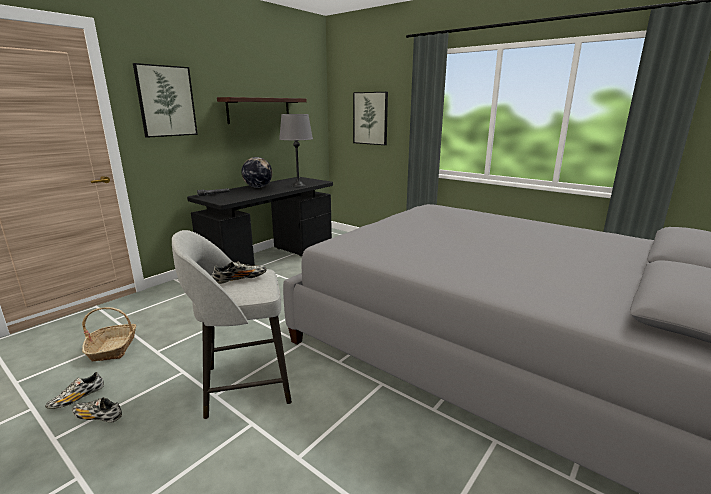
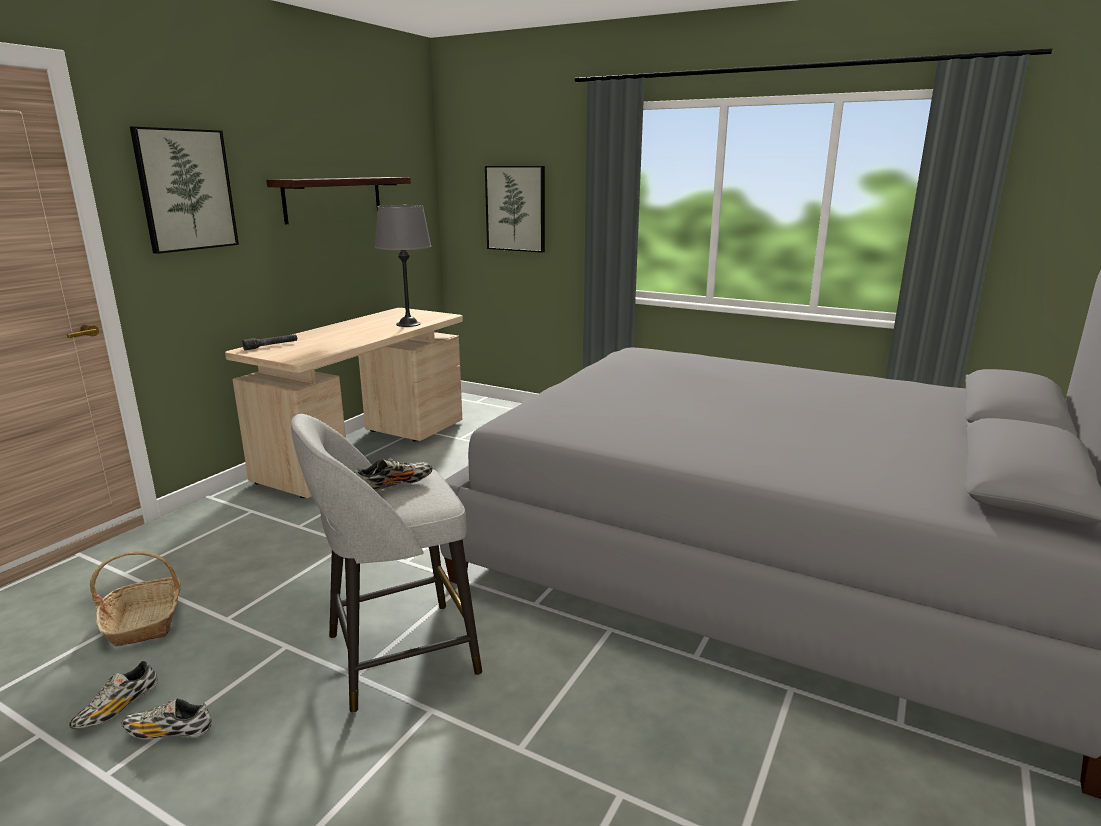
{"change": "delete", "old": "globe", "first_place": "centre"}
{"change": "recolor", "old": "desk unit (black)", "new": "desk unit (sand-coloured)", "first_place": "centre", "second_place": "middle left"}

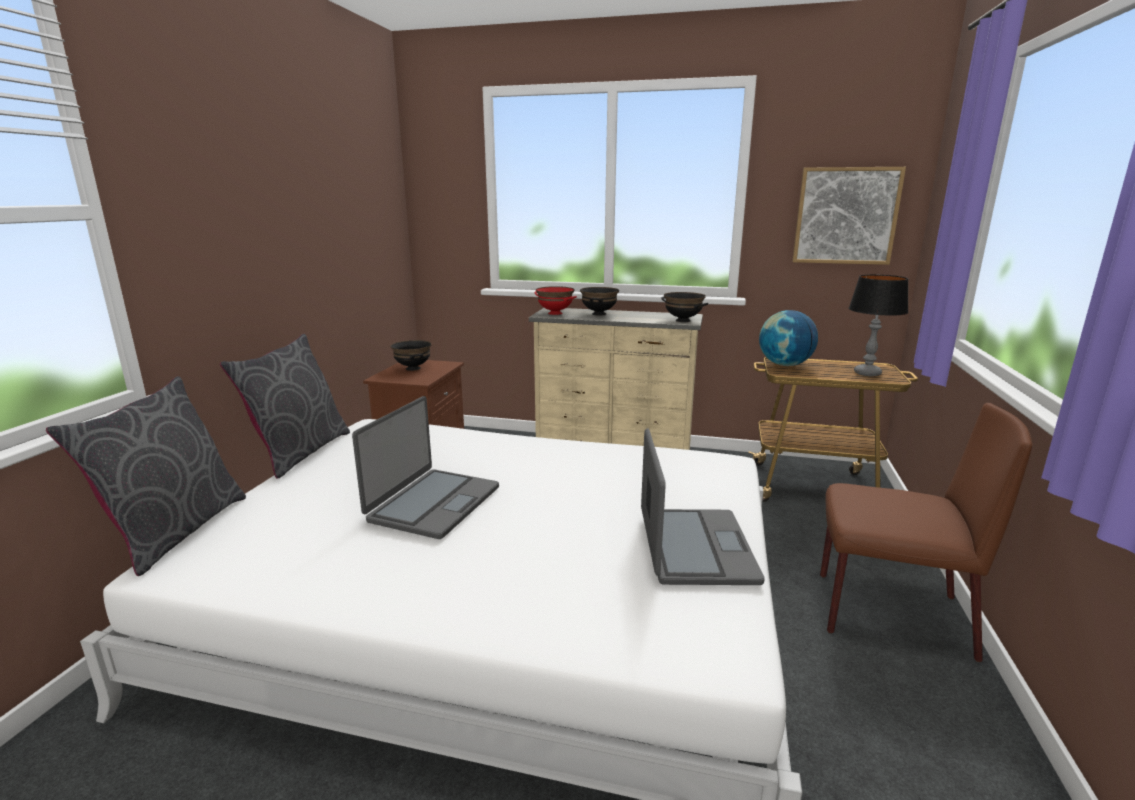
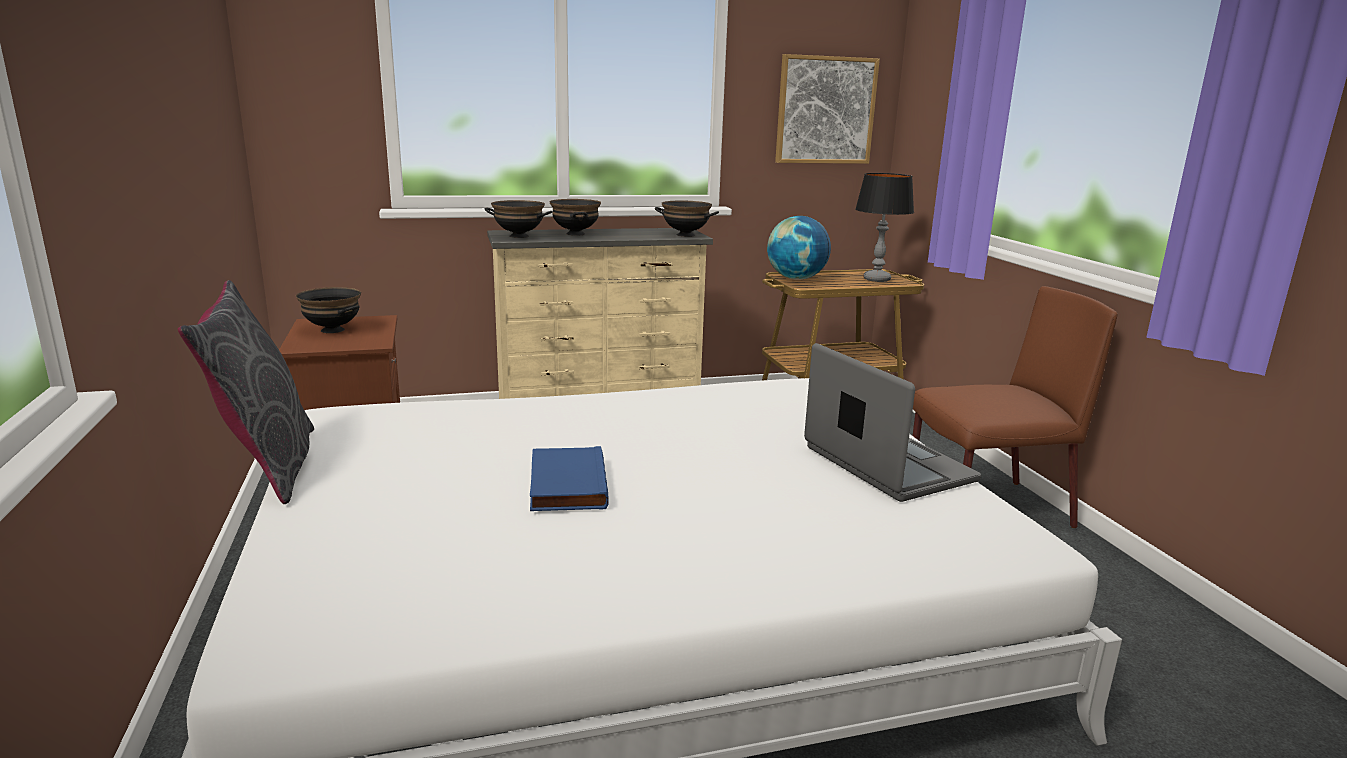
{"change": "delete", "old": "throw pillow (gray) (1st from left)", "first_place": "middle left"}
{"change": "replace", "old": "portable computer (1st from left)", "new": "book (blue-coloured)", "first_place": "centre", "second_place": "centre"}
{"change": "recolor", "old": "deep dish (red-coloured)", "new": "deep dish (black) (2nd from left)", "first_place": "centre", "second_place": "top centre"}

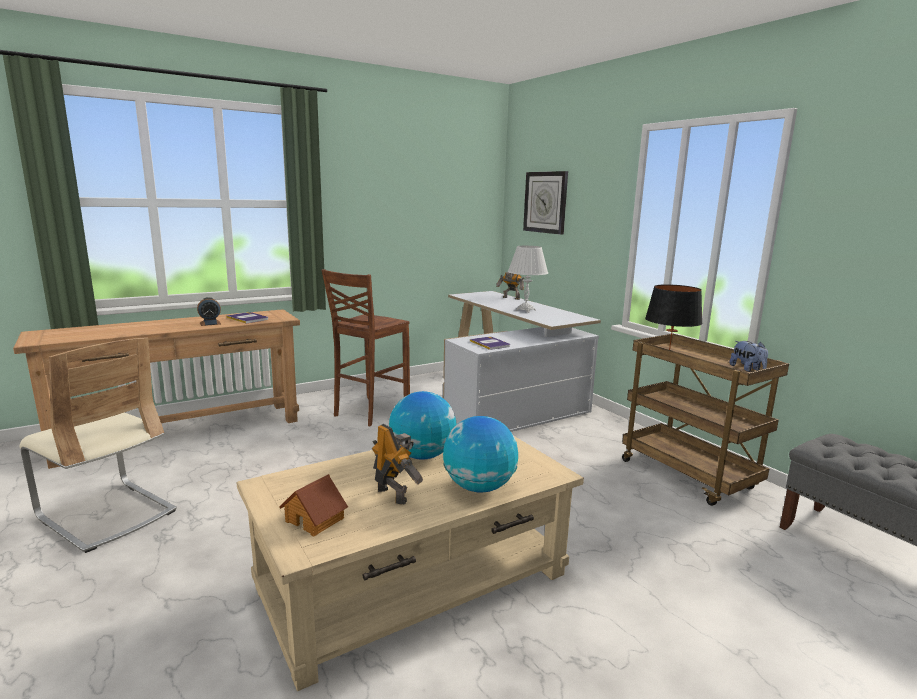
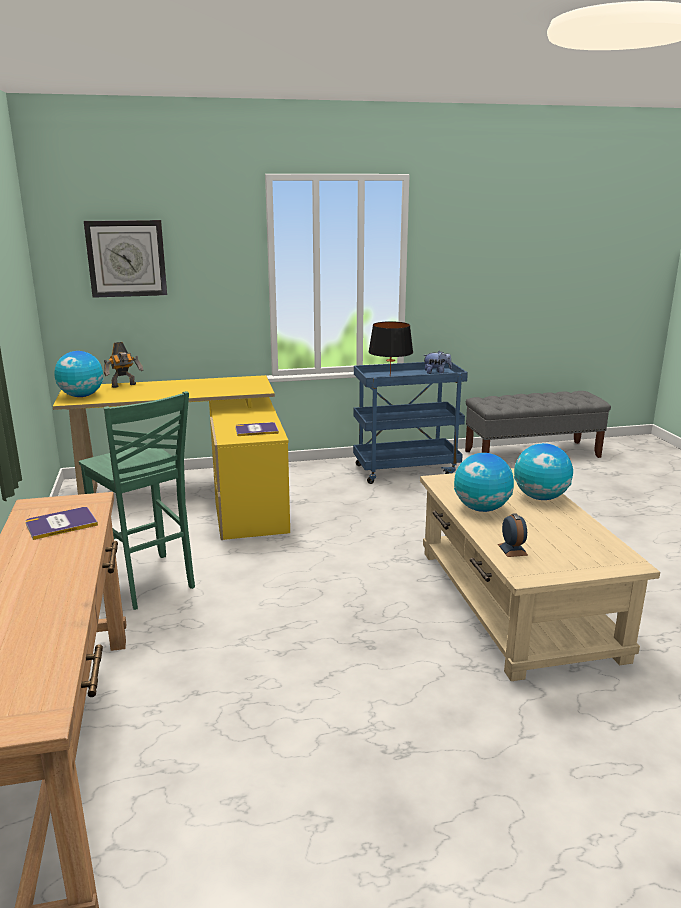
{"change": "delete", "old": "upright chair (sand-coloured)", "first_place": "middle left"}
{"change": "delete", "old": "miniature house", "first_place": "bottom centre"}
{"change": "delete", "old": "robot figure (1st from left)", "first_place": "centre"}
{"change": "delete", "old": "table lamp (white)", "first_place": "centre"}
{"change": "insert", "new": "globe (1st from left)", "second_place": "middle left"}
{"change": "move", "old": "table clock", "first_place": "middle left", "second_place": "middle right"}
{"change": "recolor", "old": "stool seat (brown-coloured)", "new": "stool seat (green)", "first_place": "centre", "second_place": "middle left"}
{"change": "recolor", "old": "desk unit (white)", "new": "desk unit (yellow-coloured)", "first_place": "centre", "second_place": "middle left"}
{"change": "recolor", "old": "cart (brown-coloured)", "new": "cart (blue-coloured)", "first_place": "middle right", "second_place": "centre"}

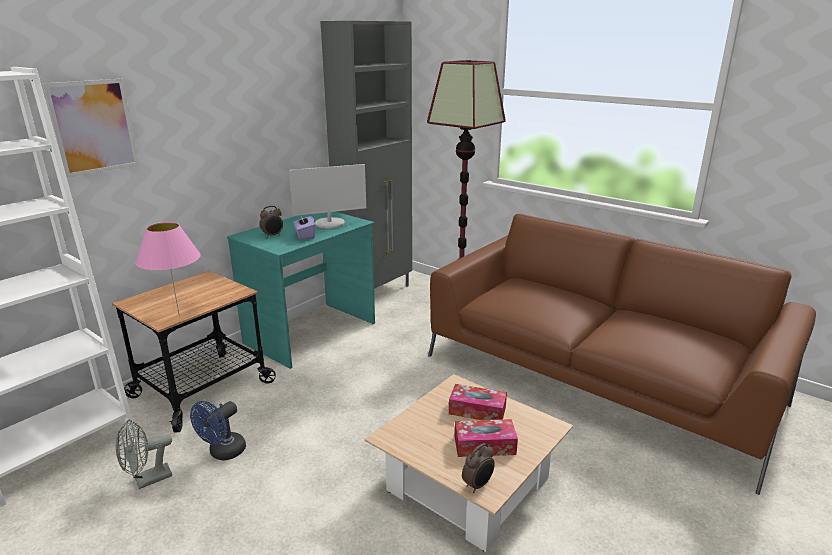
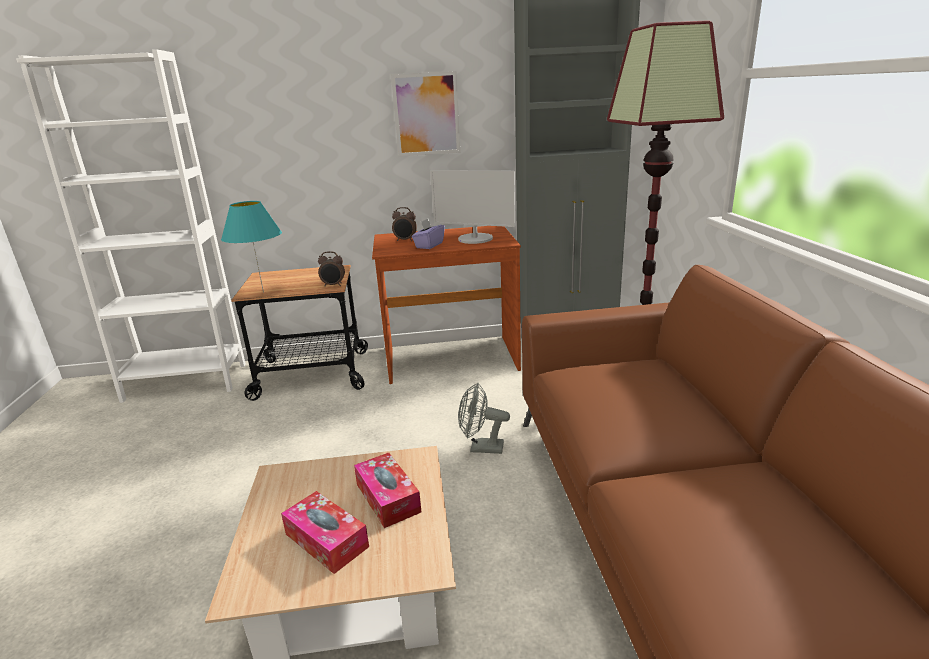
{"change": "delete", "old": "cooling fan (blue-coloured)", "first_place": "bottom left"}
{"change": "move", "old": "wall picture", "first_place": "top left", "second_place": "top centre"}
{"change": "move", "old": "cooling fan (gray)", "first_place": "bottom left", "second_place": "centre"}
{"change": "move", "old": "table clock (2nd from left in the first image)", "new": "table clock (1st from left)", "first_place": "bottom centre", "second_place": "centre"}
{"change": "recolor", "old": "table lamp (pink)", "new": "table lamp (turquoise-coloured)", "first_place": "middle left", "second_place": "middle left"}
{"change": "recolor", "old": "desk unit (turquoise-coloured)", "new": "desk unit (brown-coloured)", "first_place": "centre", "second_place": "centre"}

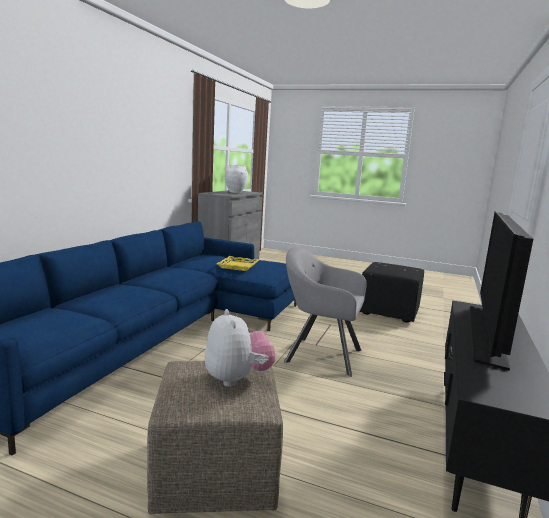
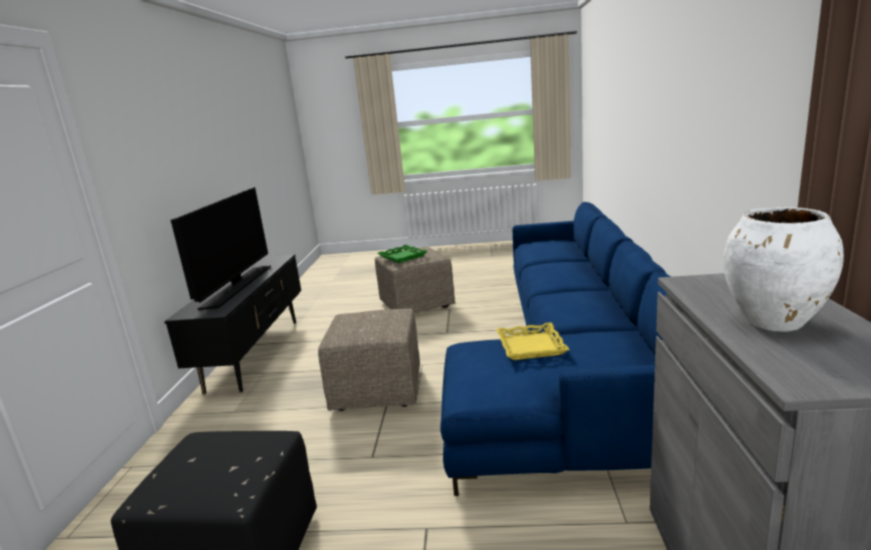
{"change": "replace", "old": "cuddly toy", "new": "tray (green)", "first_place": "bottom centre", "second_place": "centre"}
{"change": "replace", "old": "armchair (gray)", "new": "ottoman (sand-coloured) (1st from left)", "first_place": "centre", "second_place": "centre"}

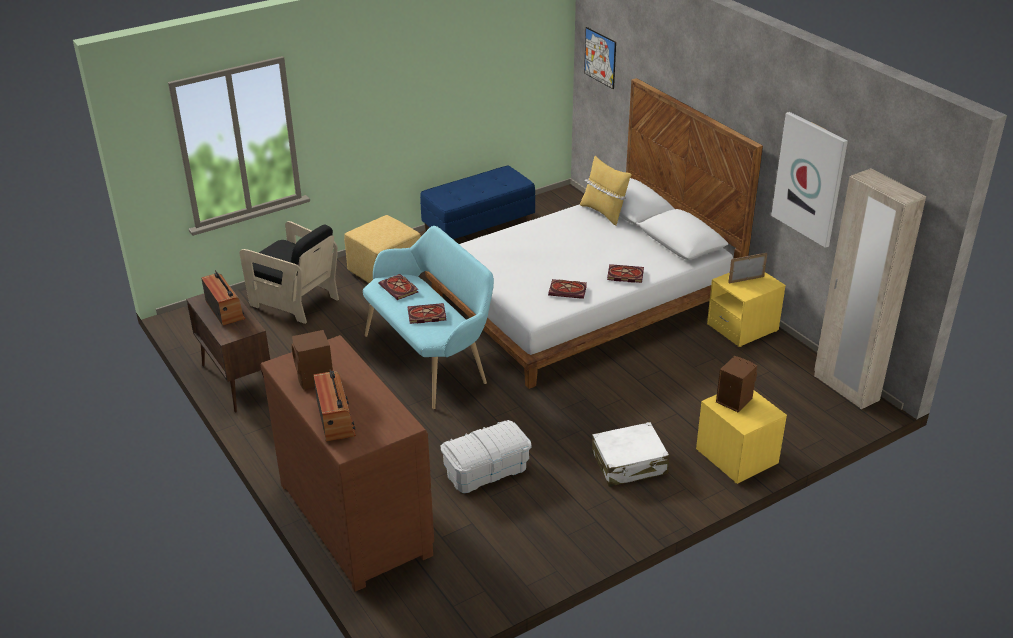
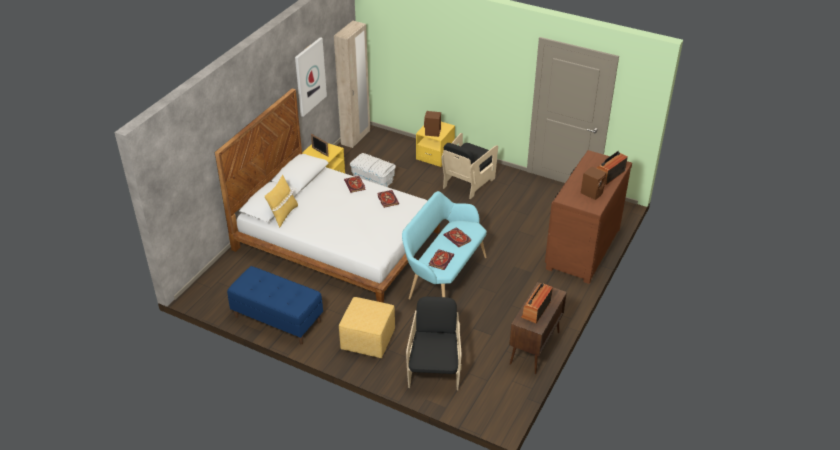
{"change": "delete", "old": "wall picture (1st from left)", "first_place": "top centre"}
{"change": "move", "old": "storage box (white)", "first_place": "bottom centre", "second_place": "centre"}
{"change": "replace", "old": "suitcase (white)", "new": "armchair (black) (2nd from left)", "first_place": "bottom centre", "second_place": "centre"}

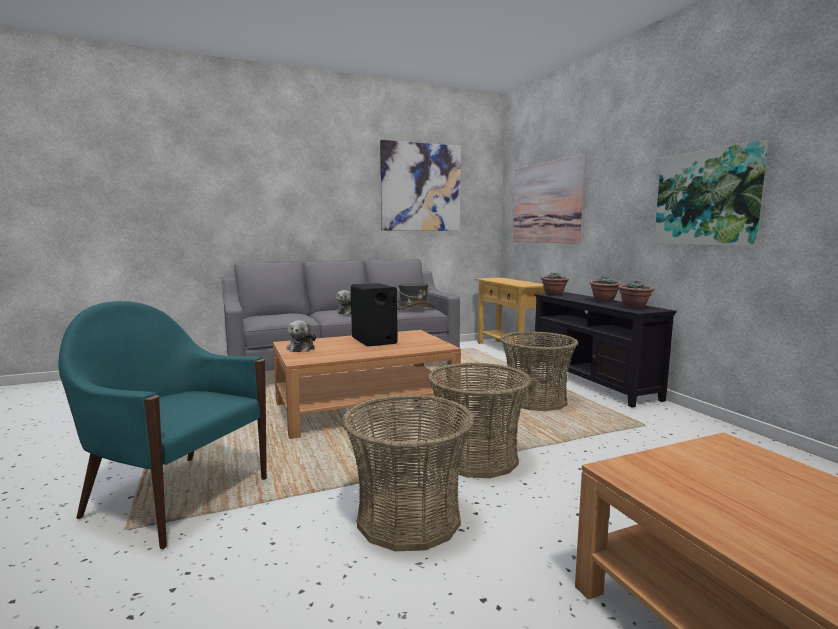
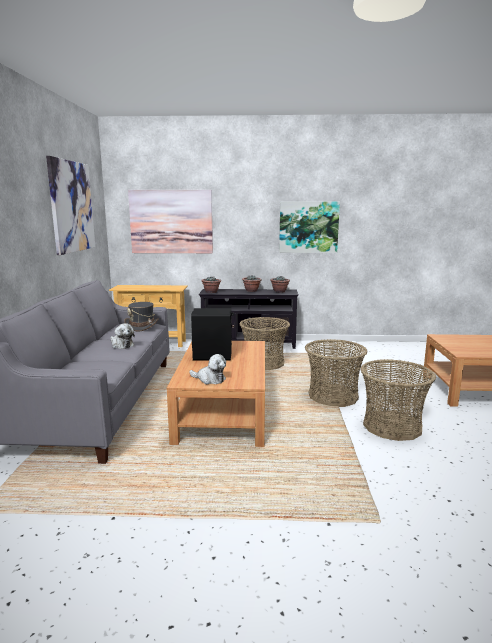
{"change": "delete", "old": "armchair (turquoise-coloured)", "first_place": "bottom left"}

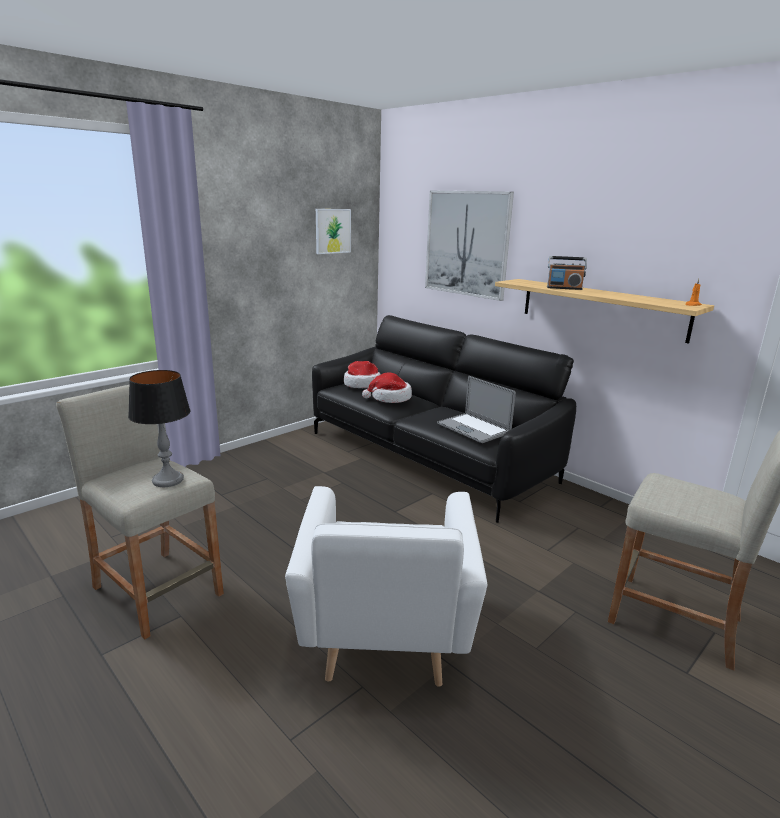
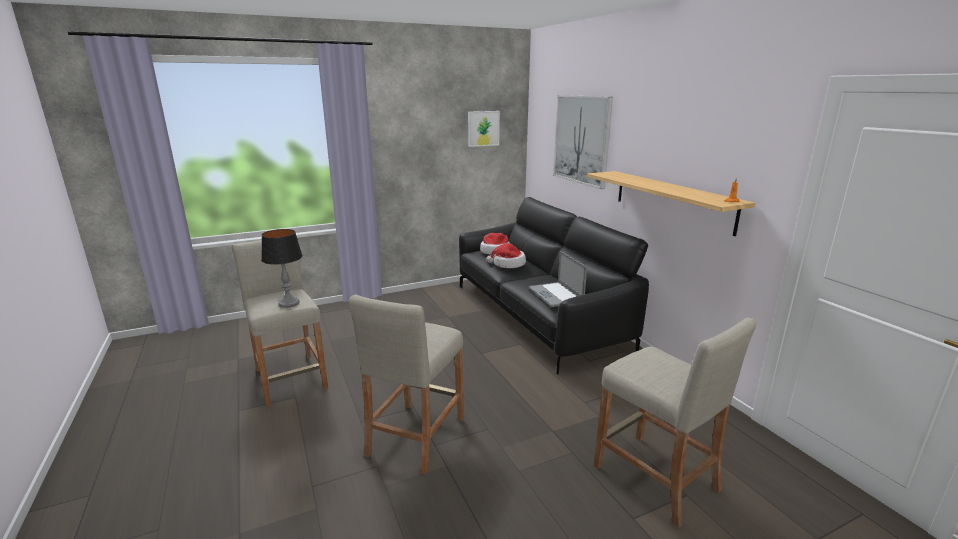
{"change": "delete", "old": "radio receiver", "first_place": "middle right"}
{"change": "replace", "old": "armchair (white)", "new": "stool seat (sand-coloured) (2nd from left)", "first_place": "bottom centre", "second_place": "bottom centre"}

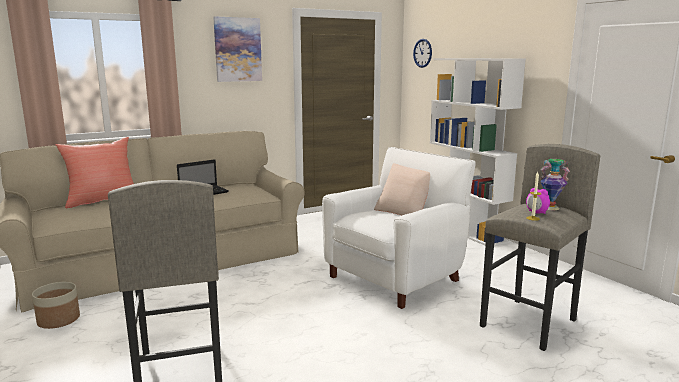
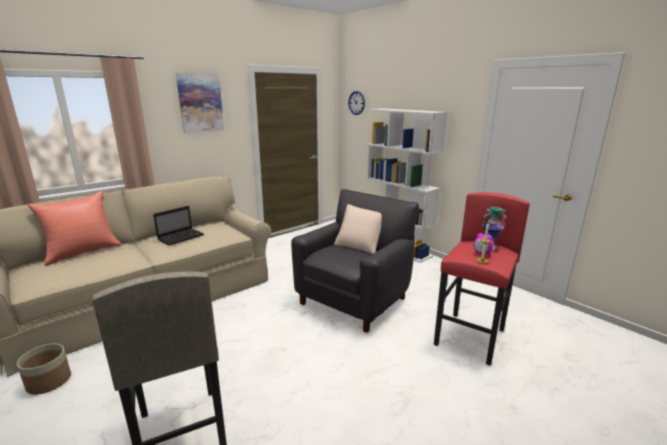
{"change": "recolor", "old": "armchair (white)", "new": "armchair (black)", "first_place": "centre", "second_place": "centre"}
{"change": "recolor", "old": "stool seat (gray) (2nd from left)", "new": "stool seat (red-coloured)", "first_place": "middle right", "second_place": "middle right"}

